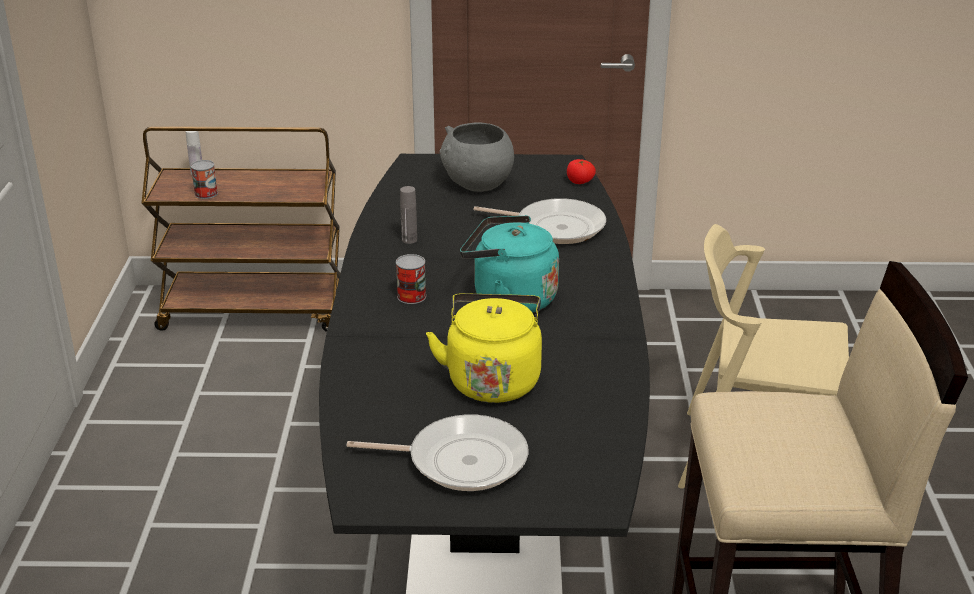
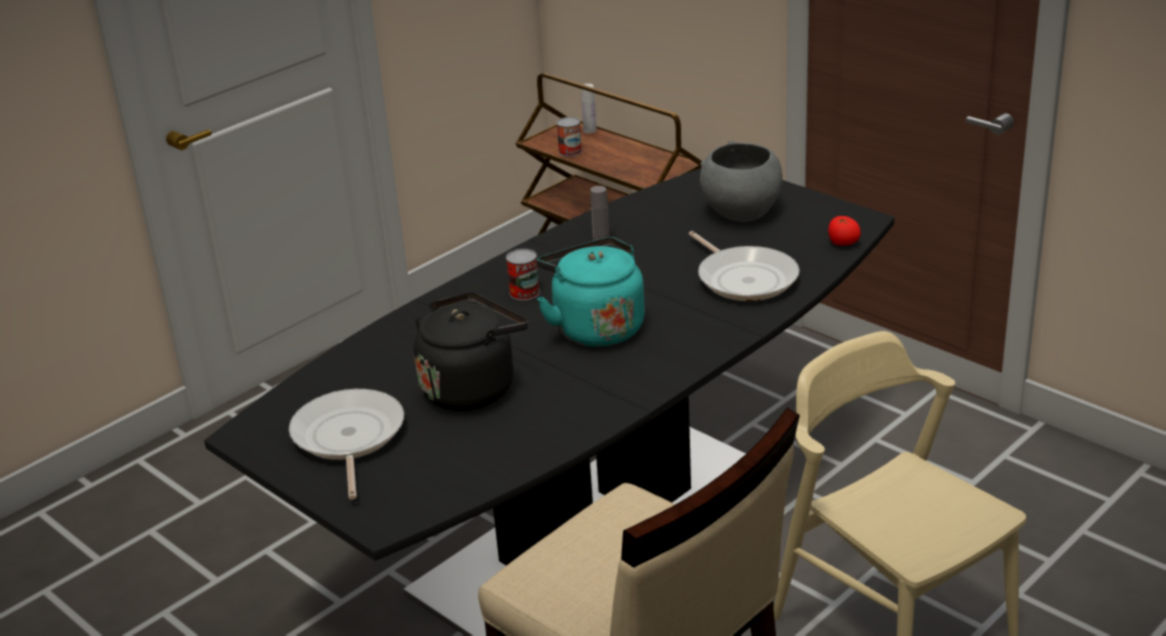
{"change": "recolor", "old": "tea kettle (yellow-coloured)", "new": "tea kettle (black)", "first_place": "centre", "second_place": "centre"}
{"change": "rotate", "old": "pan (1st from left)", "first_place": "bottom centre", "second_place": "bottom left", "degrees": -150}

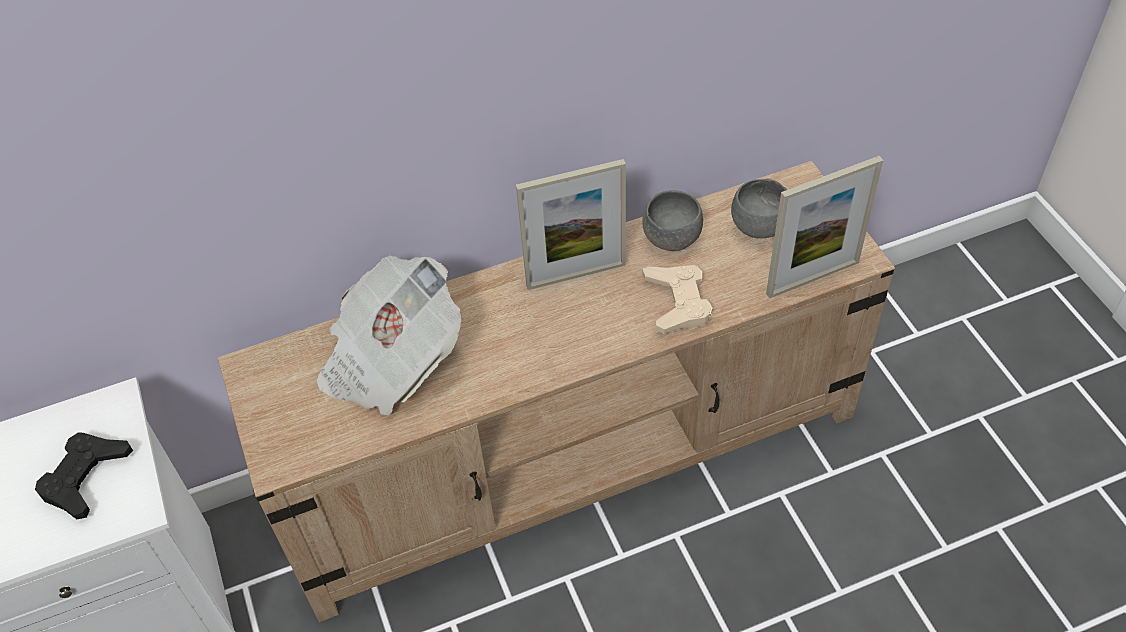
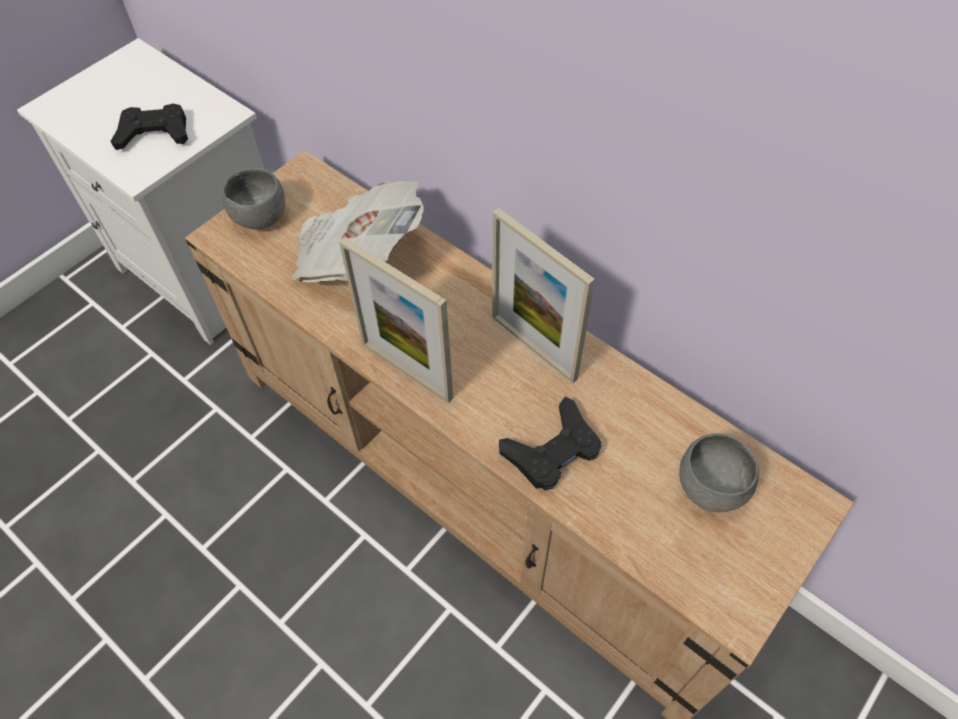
{"change": "move", "old": "deep dish (gray) (1st from left)", "first_place": "centre", "second_place": "top left"}
{"change": "move", "old": "standing frame (2nd from left in the first image)", "new": "standing frame (1st from left)", "first_place": "middle right", "second_place": "centre"}
{"change": "recolor", "old": "game controller (sand-coloured)", "new": "game controller (black) (2nd from left)", "first_place": "centre", "second_place": "centre"}

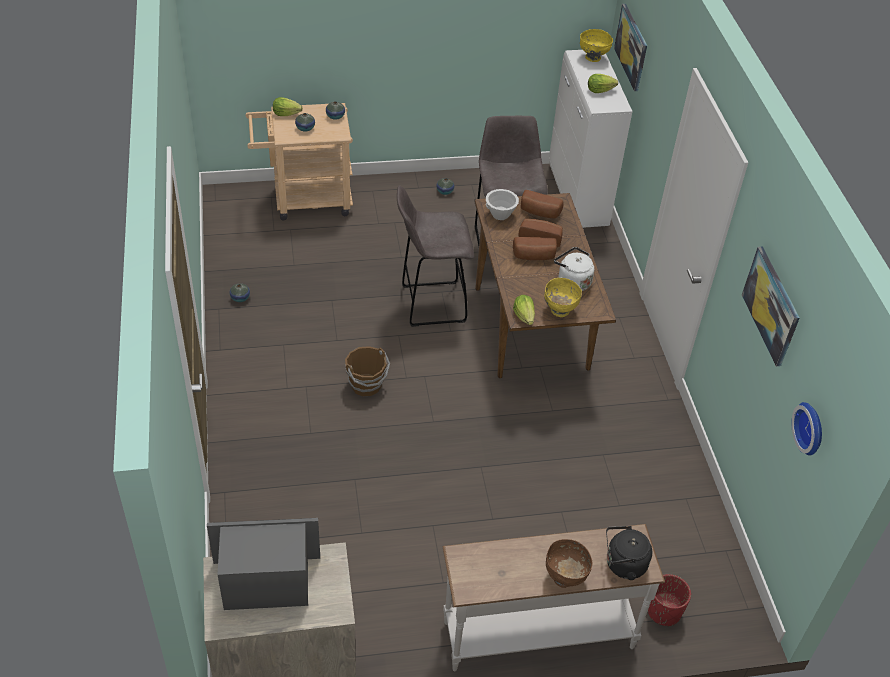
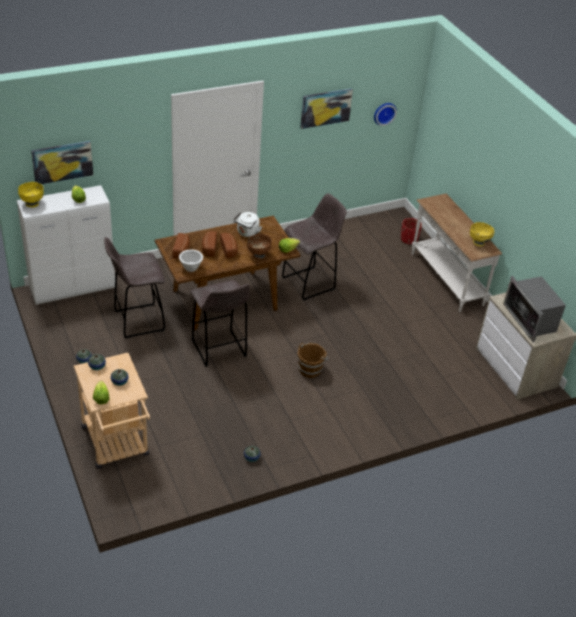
{"change": "delete", "old": "tea kettle (black)", "first_place": "bottom right"}
{"change": "insert", "new": "stool seat (gray) (3rd from left)", "second_place": "centre"}
{"change": "move", "old": "deep dish (yellow-coloured) (1st from left in the first image)", "new": "deep dish (yellow-coloured) (2nd from left)", "first_place": "centre", "second_place": "middle right"}
{"change": "move", "old": "deep dish (brown-coloured)", "first_place": "bottom centre", "second_place": "centre"}

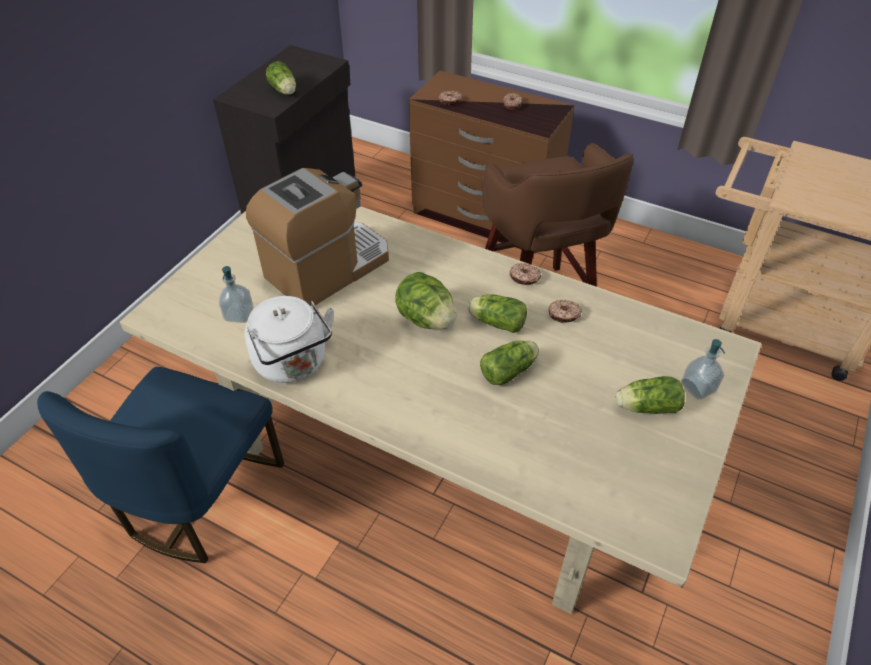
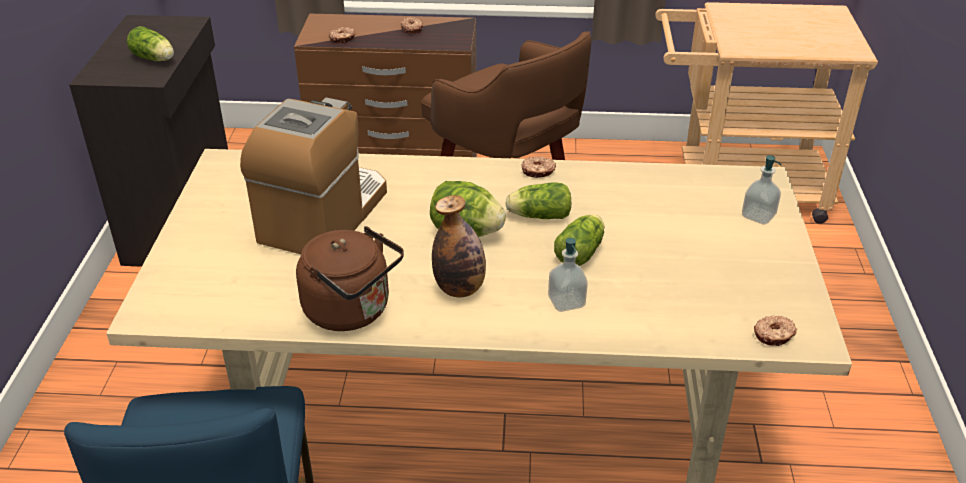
{"change": "delete", "old": "lettuce (5th from left)", "first_place": "middle right"}
{"change": "insert", "new": "bottle", "second_place": "centre"}
{"change": "move", "old": "liquid soap bottle (1st from left)", "first_place": "middle left", "second_place": "centre"}
{"change": "move", "old": "doughnut (4th from left)", "first_place": "centre", "second_place": "bottom right"}
{"change": "recolor", "old": "tea kettle (white)", "new": "tea kettle (brown-coloured)", "first_place": "middle left", "second_place": "centre"}

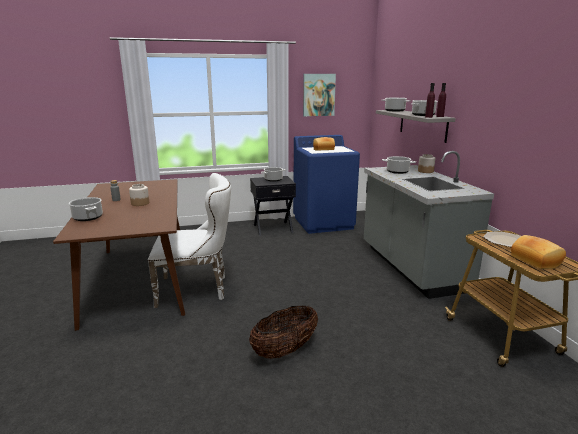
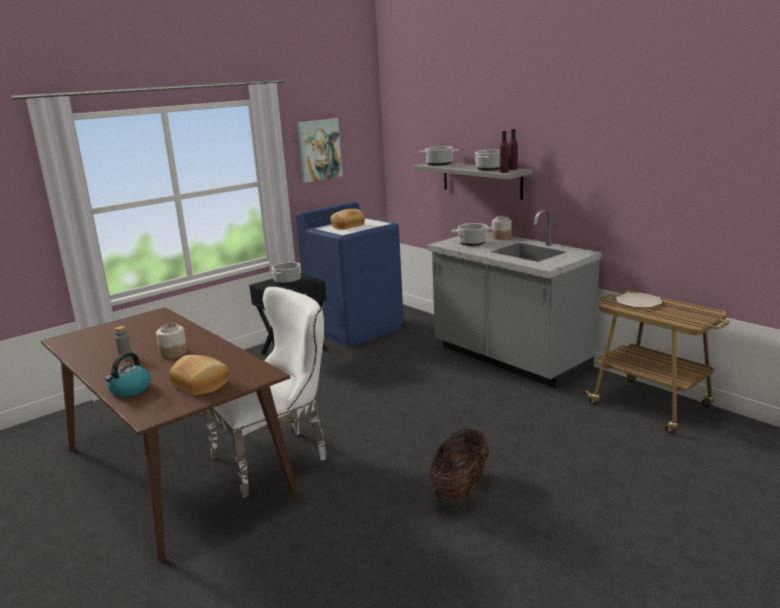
{"change": "move", "old": "bakery bread (2nd from left in the first image)", "new": "bakery bread (1st from left)", "first_place": "middle right", "second_place": "middle left"}
{"change": "replace", "old": "stockpot (1st from left)", "new": "tea kettle", "first_place": "middle left", "second_place": "middle left"}

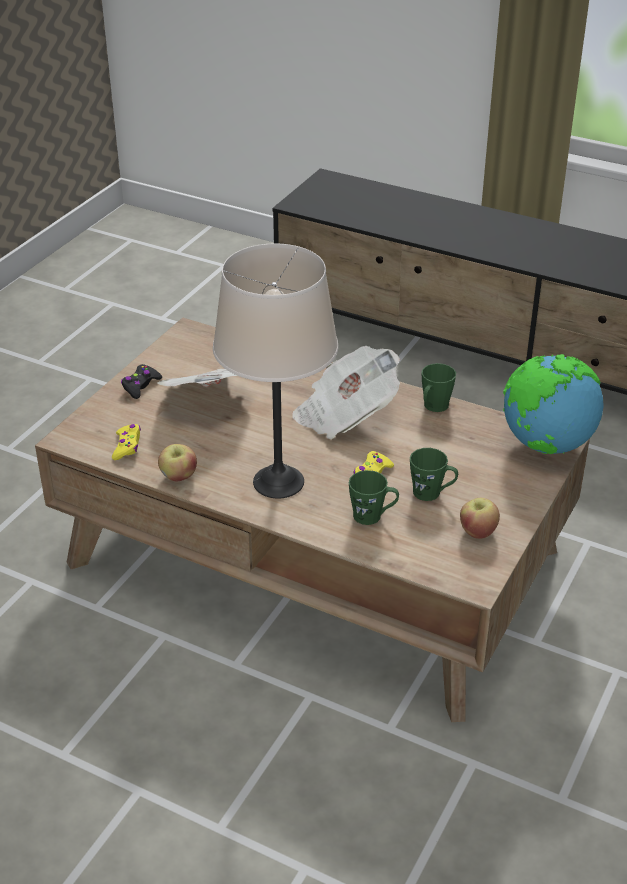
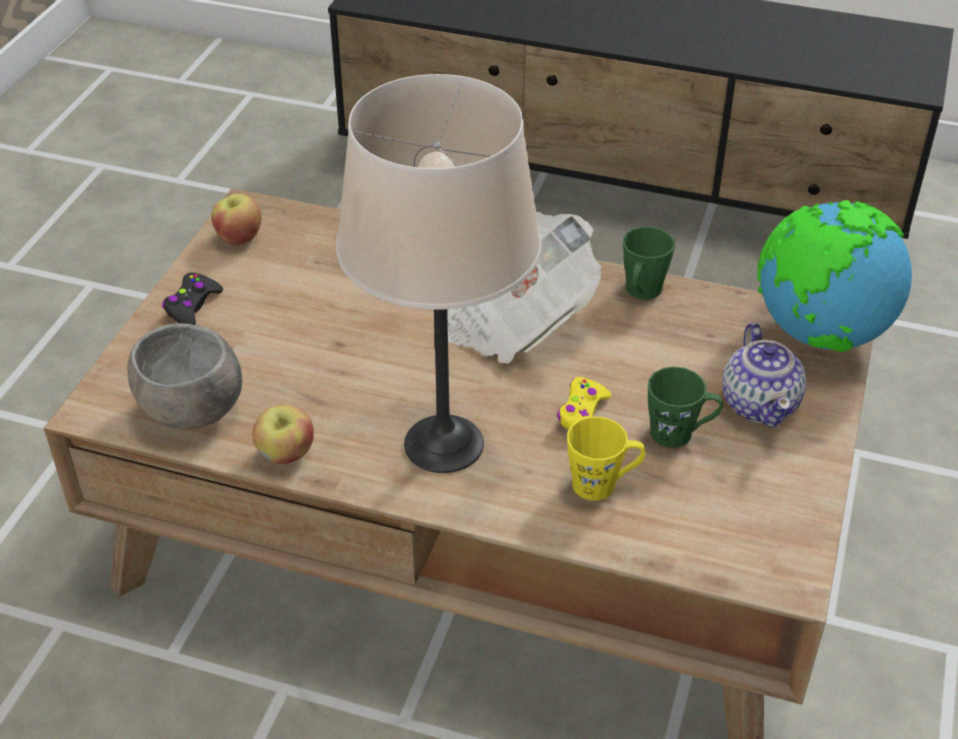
{"change": "delete", "old": "newspaper (1st from left)", "first_place": "middle left"}
{"change": "insert", "new": "teapot", "second_place": "middle right"}
{"change": "move", "old": "apple (2nd from left in the first image)", "new": "apple (1st from left)", "first_place": "middle right", "second_place": "top left"}
{"change": "replace", "old": "game controller (yellow-coloured) (1st from left)", "new": "deep dish (gray)", "first_place": "middle left", "second_place": "middle left"}
{"change": "recolor", "old": "coffee mug (green) (1st from left)", "new": "coffee mug (yellow-coloured)", "first_place": "centre", "second_place": "centre"}

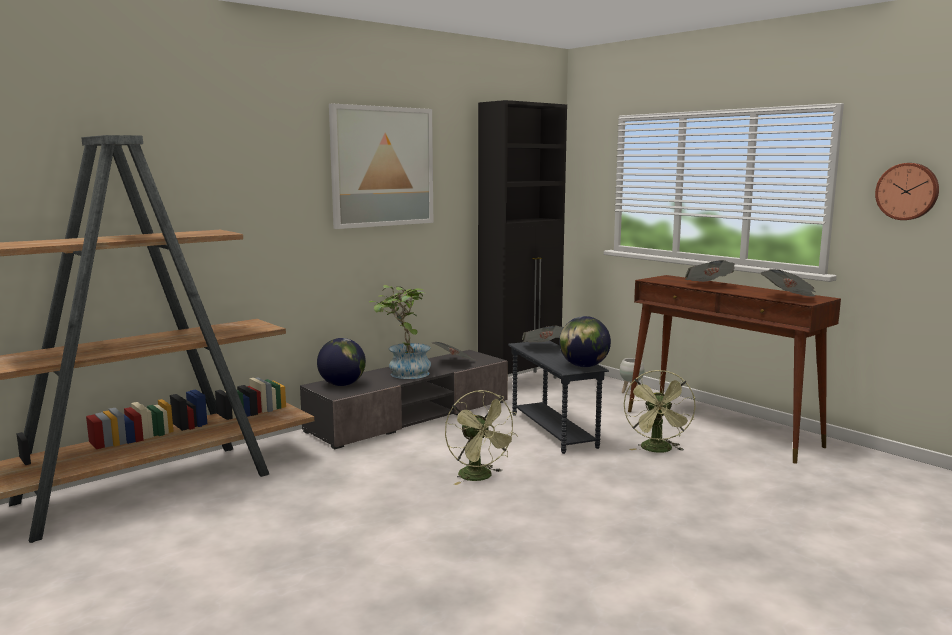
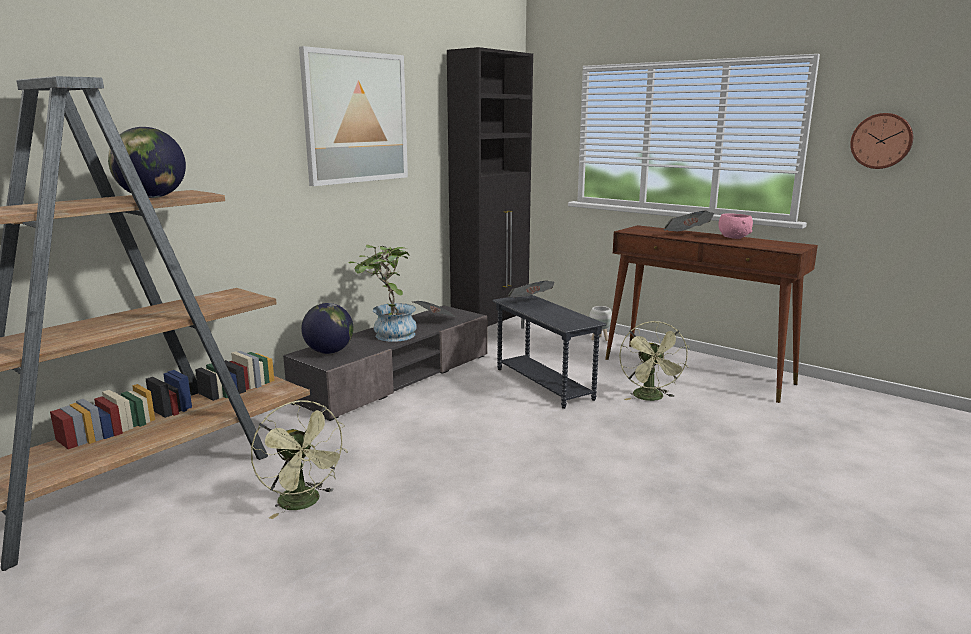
{"change": "delete", "old": "newspaper (4th from left)", "first_place": "middle right"}
{"change": "insert", "new": "deep dish (pink)", "second_place": "middle right"}
{"change": "move", "old": "cooling fan (green) (1st from left)", "first_place": "bottom centre", "second_place": "bottom left"}
{"change": "move", "old": "globe (2nd from left in the first image)", "new": "globe (1st from left)", "first_place": "centre", "second_place": "top left"}

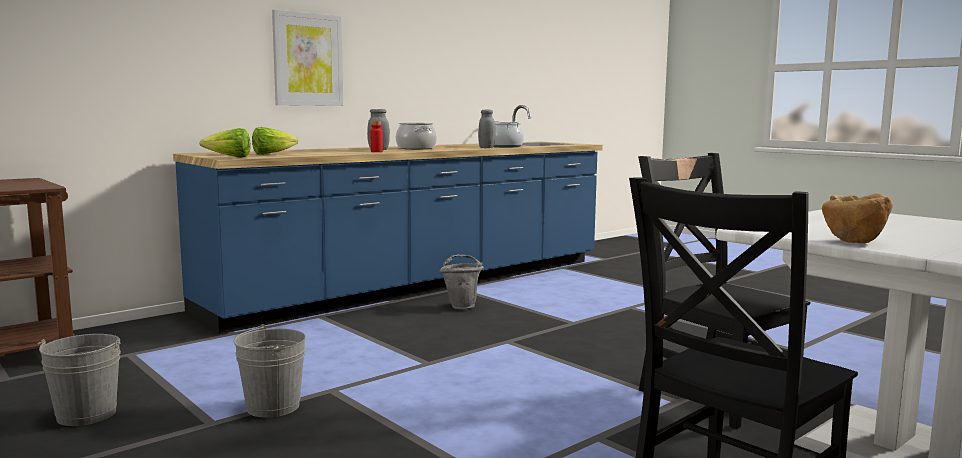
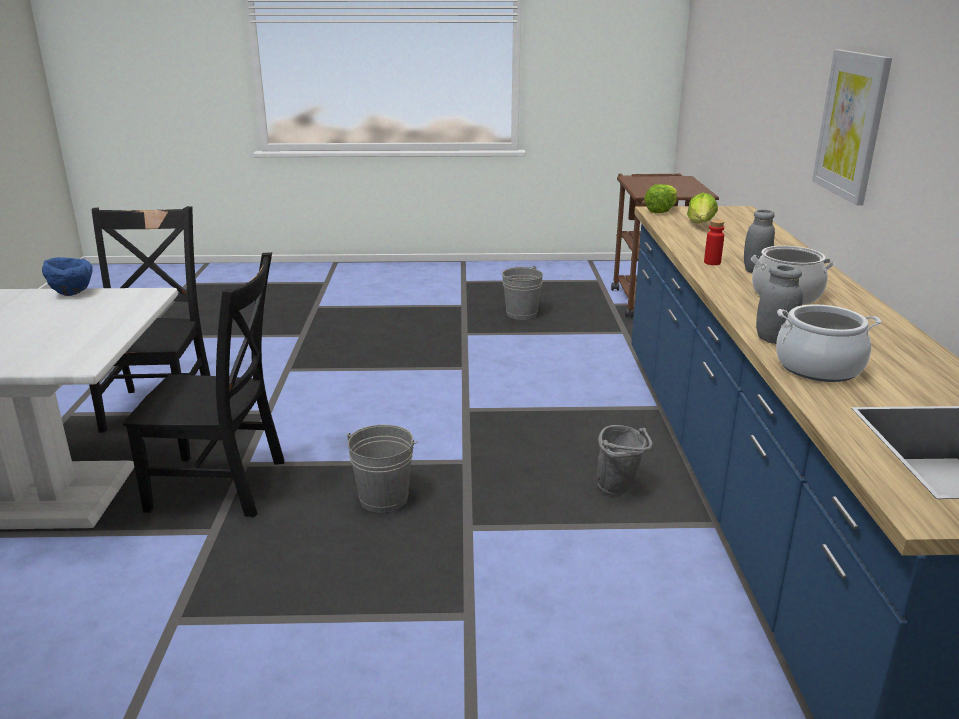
{"change": "move", "old": "bucket (gray) (2nd from left in the first image)", "new": "bucket (gray) (1st from left)", "first_place": "bottom left", "second_place": "centre"}
{"change": "recolor", "old": "deep dish (brown-coloured)", "new": "deep dish (blue-coloured)", "first_place": "middle right", "second_place": "middle left"}

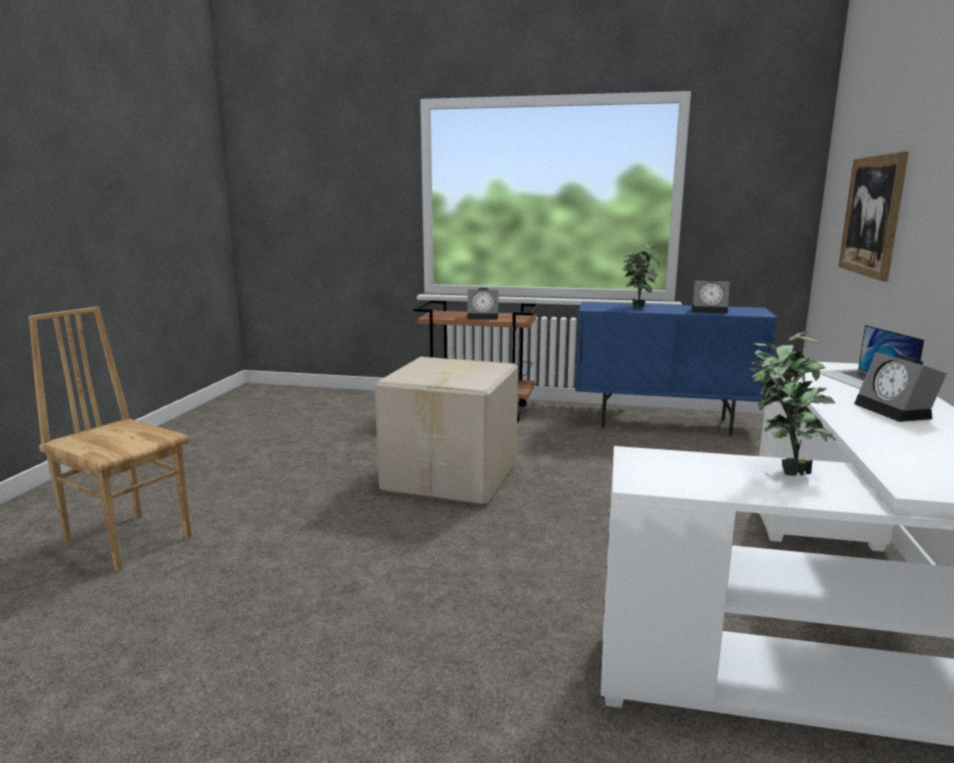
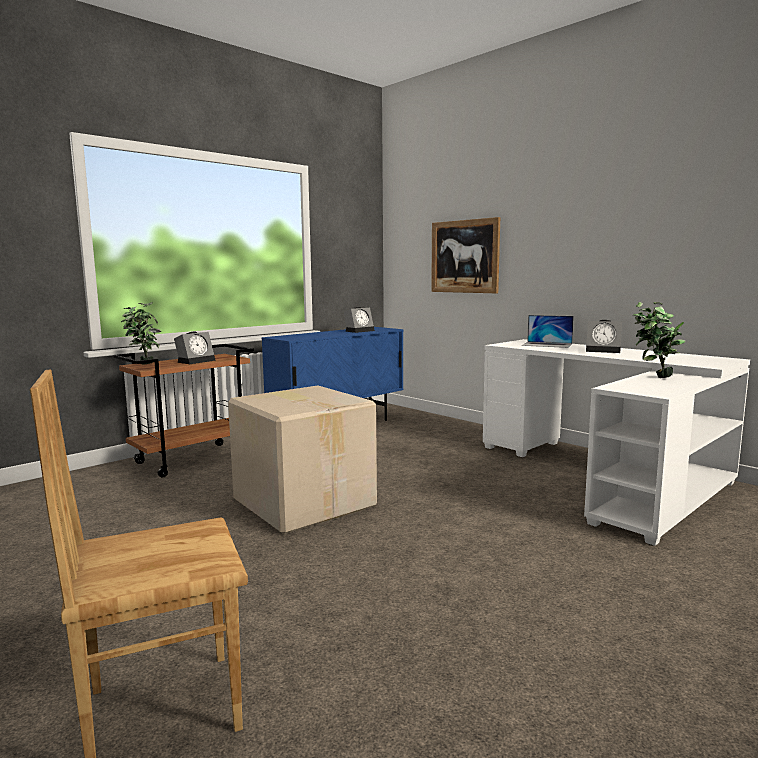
{"change": "move", "old": "houseplant (1st from left)", "first_place": "middle right", "second_place": "middle left"}

